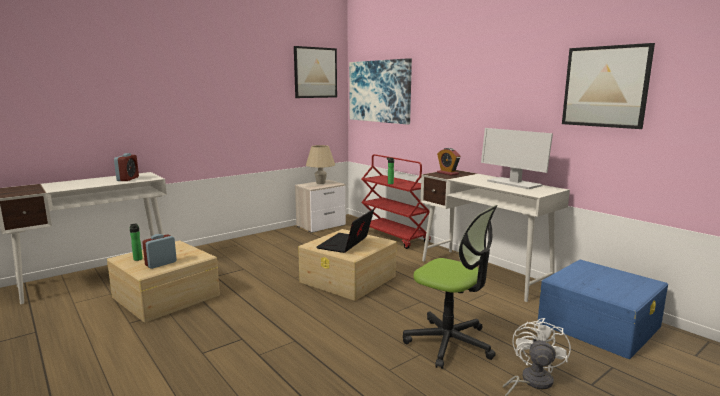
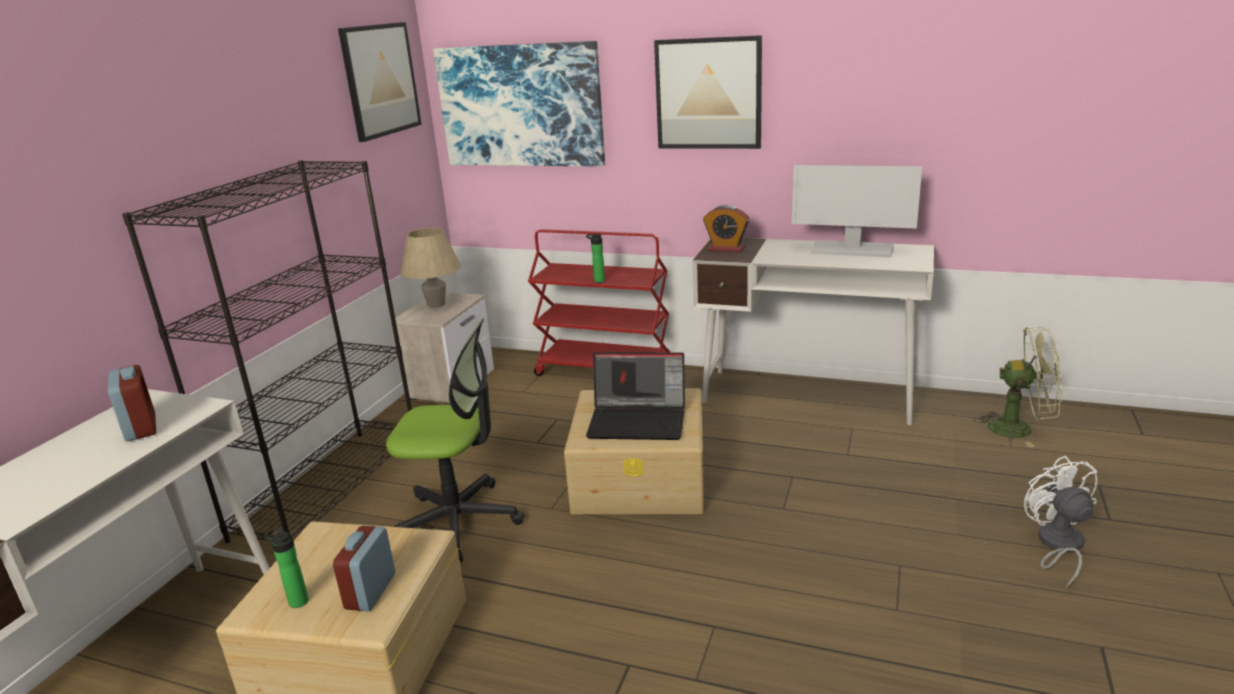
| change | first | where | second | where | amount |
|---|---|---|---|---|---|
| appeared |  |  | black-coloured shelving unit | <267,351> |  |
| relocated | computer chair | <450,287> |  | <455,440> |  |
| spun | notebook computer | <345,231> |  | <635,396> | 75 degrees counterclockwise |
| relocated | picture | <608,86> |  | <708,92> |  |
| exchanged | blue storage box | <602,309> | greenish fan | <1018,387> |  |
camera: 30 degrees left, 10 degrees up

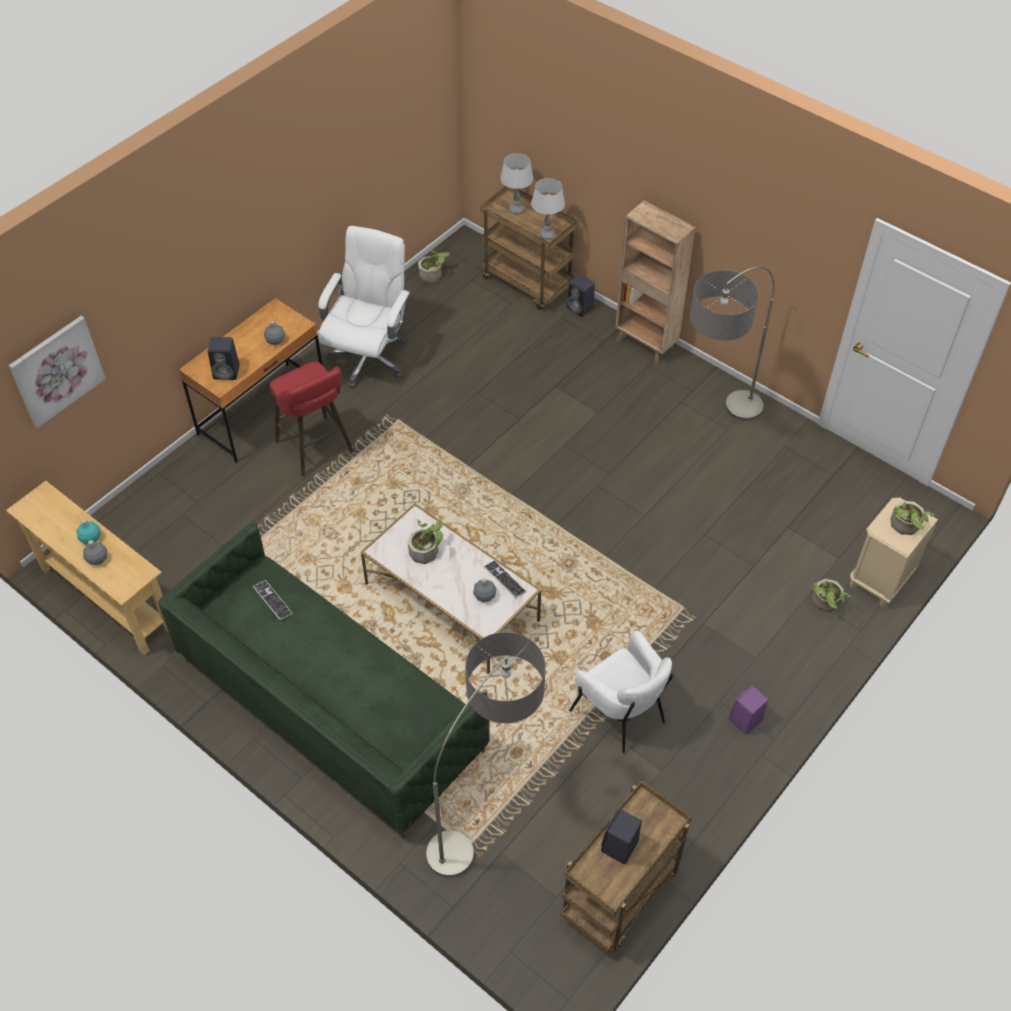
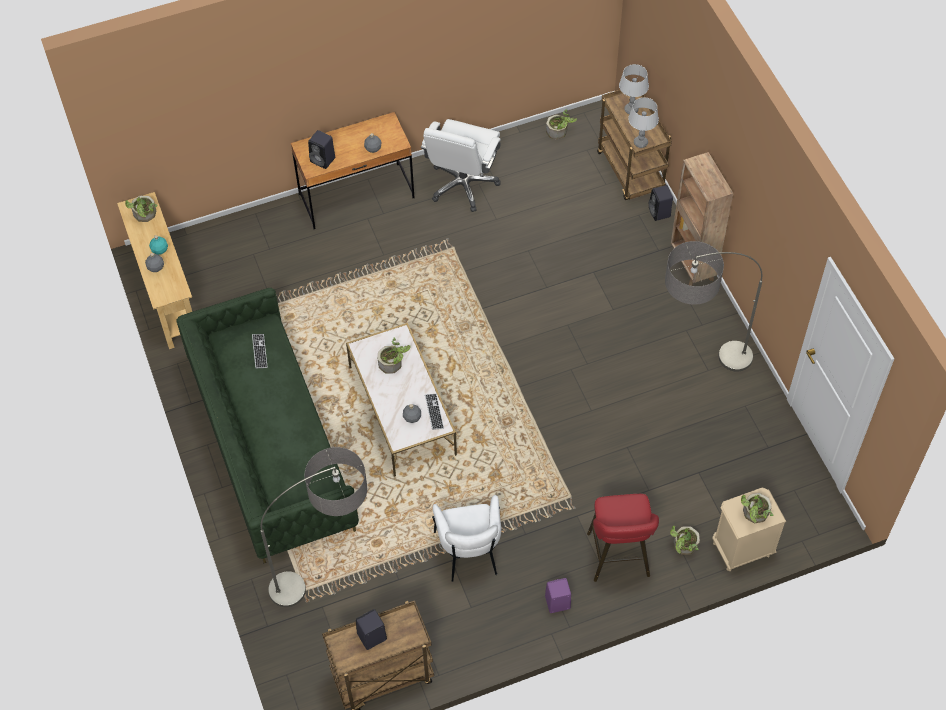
| change | first | where | second | where | amount |
|---|---|---|---|---|---|
| appeared |  |  | plant in a pot | <141,209> |  |
| spun | white-coloured computer chair | <364,307> |  | <461,165> | 150 degrees clockwise |
| relocated | red-coloured stool seat | <312,419> |  | <623,538> |  |
| missing | picture | <57,372> |  |  |  |
camera: 30 degrees right, 5 degrees up

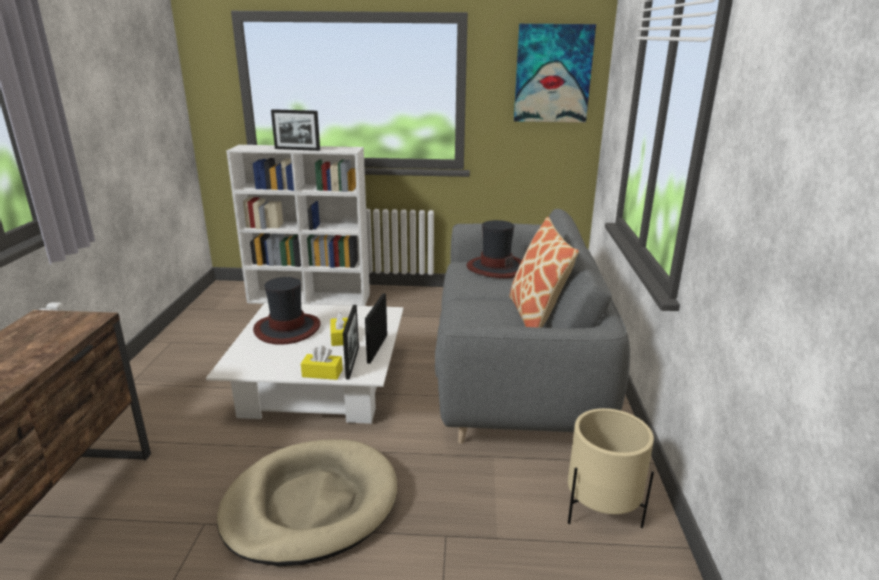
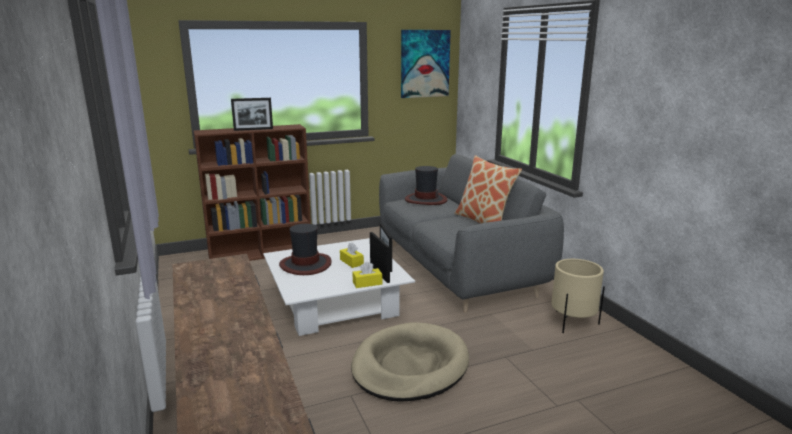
| change | first | where | second | where | amount |
|---|---|---|---|---|---|
| colour | white-coloured shelving unit | <298,225> | brown shelving unit | <252,192> |  |
camera: 25 degrees left, 5 degrees down

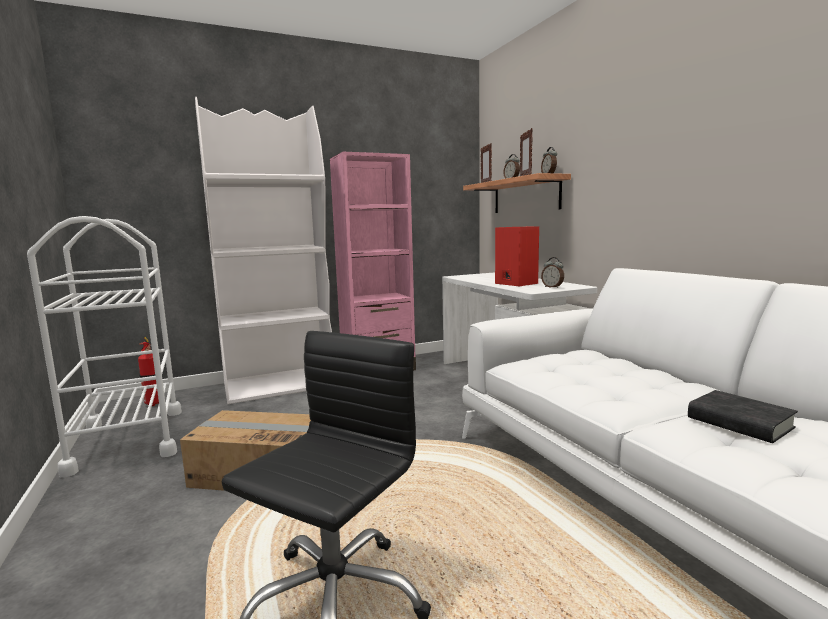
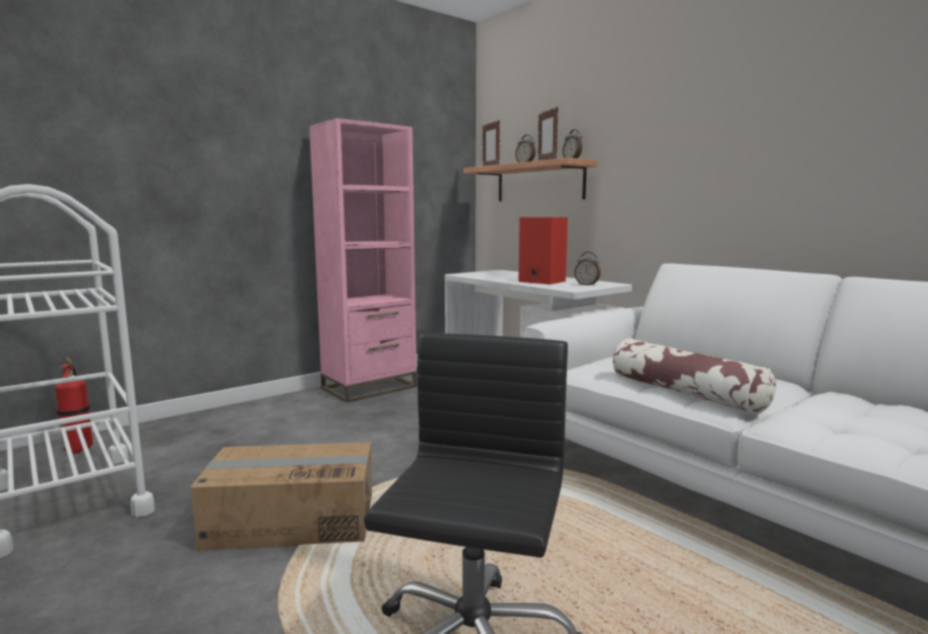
| change | first | where | second | where | amount |
|---|---|---|---|---|---|
| appeared |  |  | cushion | <694,376> |  |
| missing | white-coloured shelving unit | <263,250> |  |  |  |
| missing | black-coloured bound book | <743,416> |  |  |  |
camera: 15 degrees left, 0 degrees up

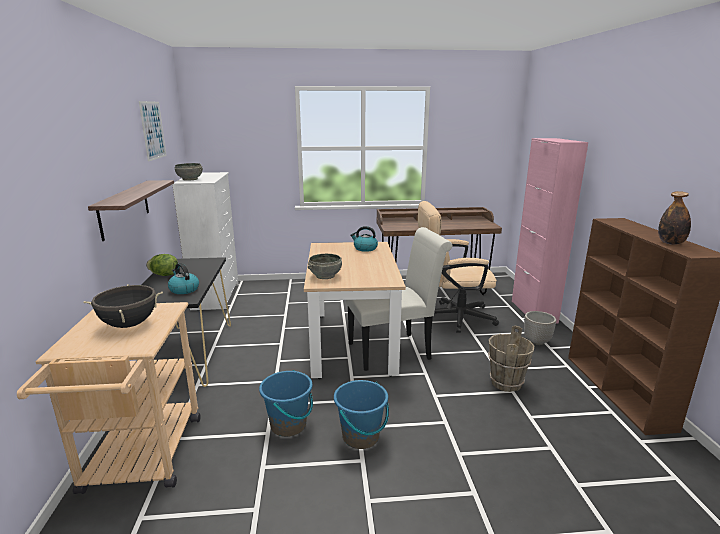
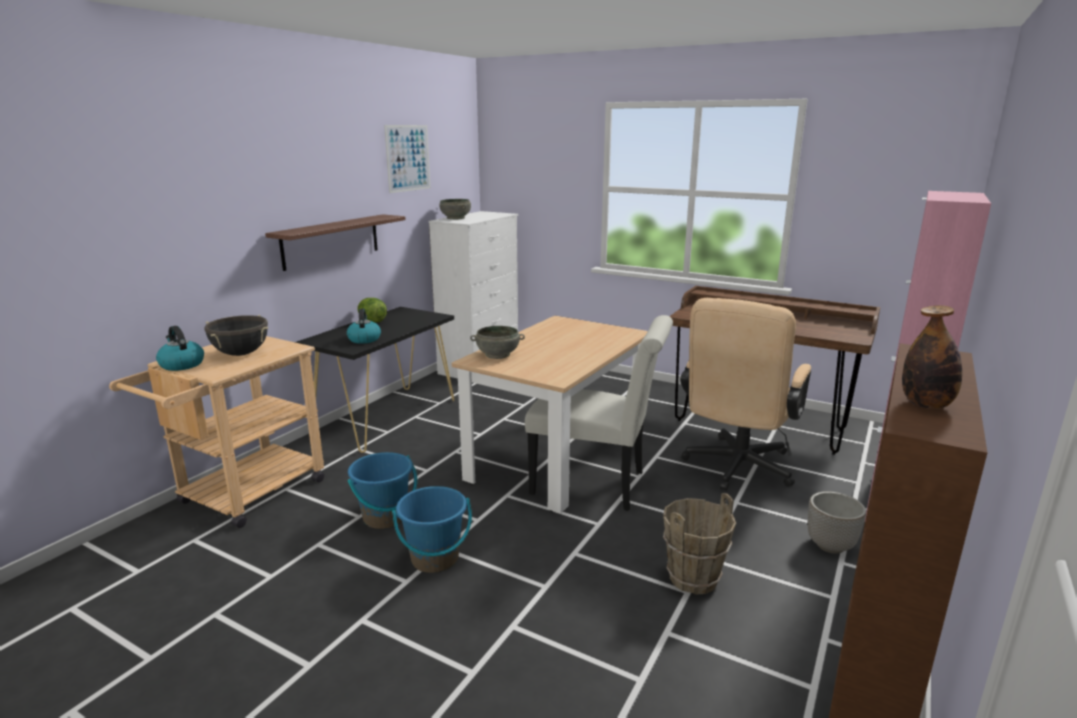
| change | first | where | second | where | amount |
|---|---|---|---|---|---|
| relocated | kettle | <364,239> |  | <180,348> |  |
| spun | beige-coloured computer chair | <458,267> |  | <745,394> | 90 degrees counterclockwise |
camera: 35 degrees right, 0 degrees up

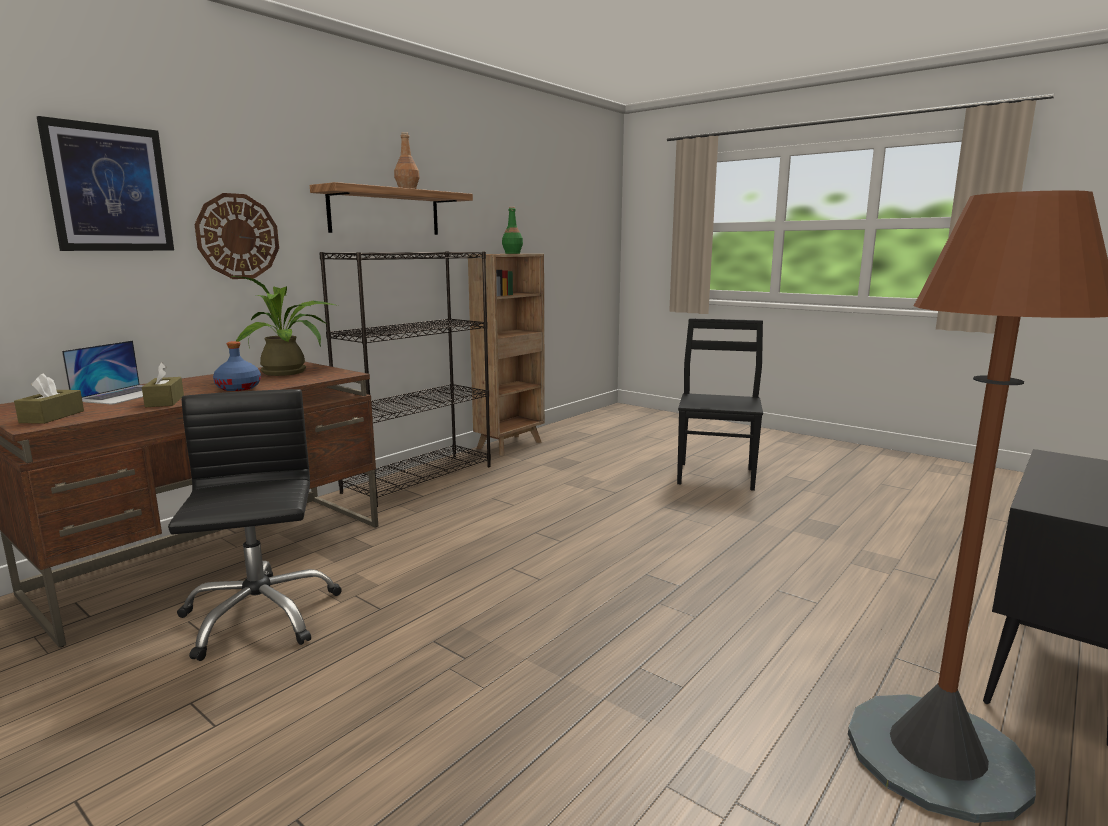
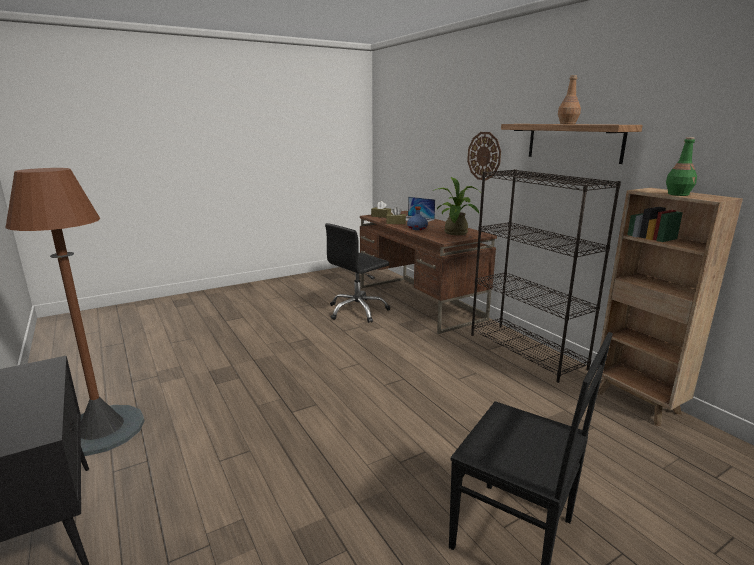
| change | first | where | second | where | amount |
|---|---|---|---|---|---|
| spun | black-coloured computer chair | <255,525> |  | <357,273> | 135 degrees clockwise |
| missing | picture | <105,183> |  |  |  |
camera: 110 degrees right, 5 degrees up

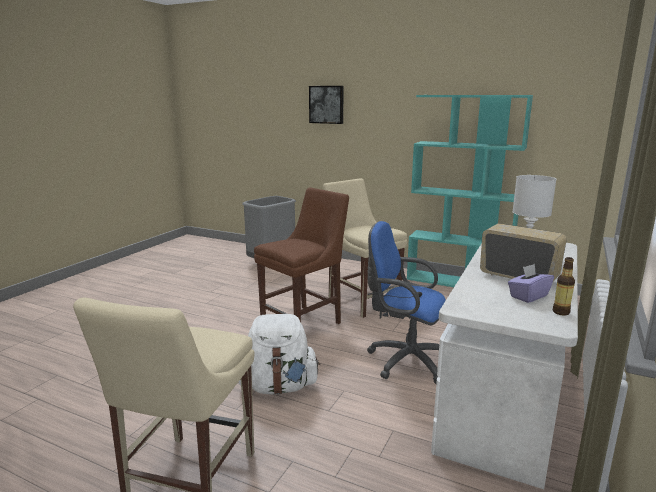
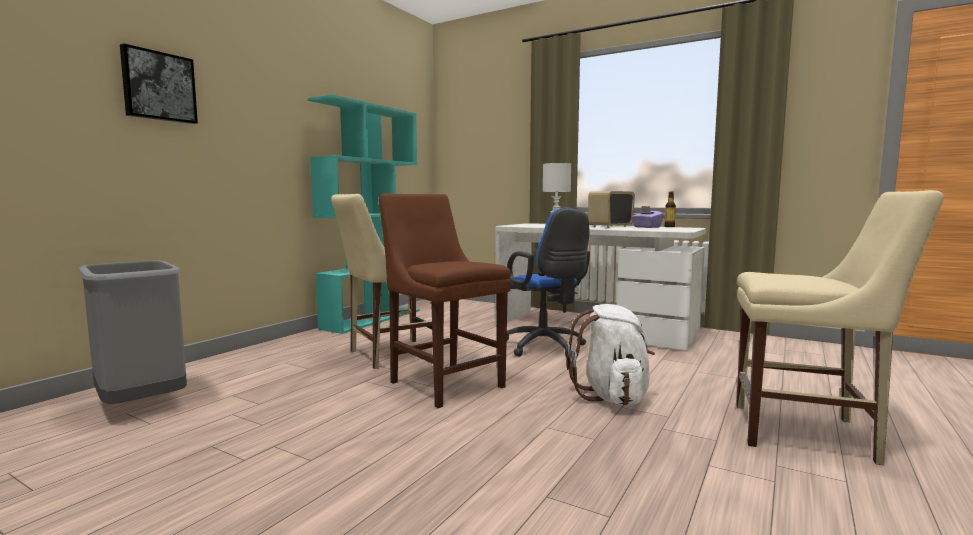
| change | first | where | second | where | amount |
|---|---|---|---|---|---|
| spun | blue computer chair | <406,302> |  | <548,282> | 60 degrees counterclockwise |
camera: 85 degrees left, 10 degrees down

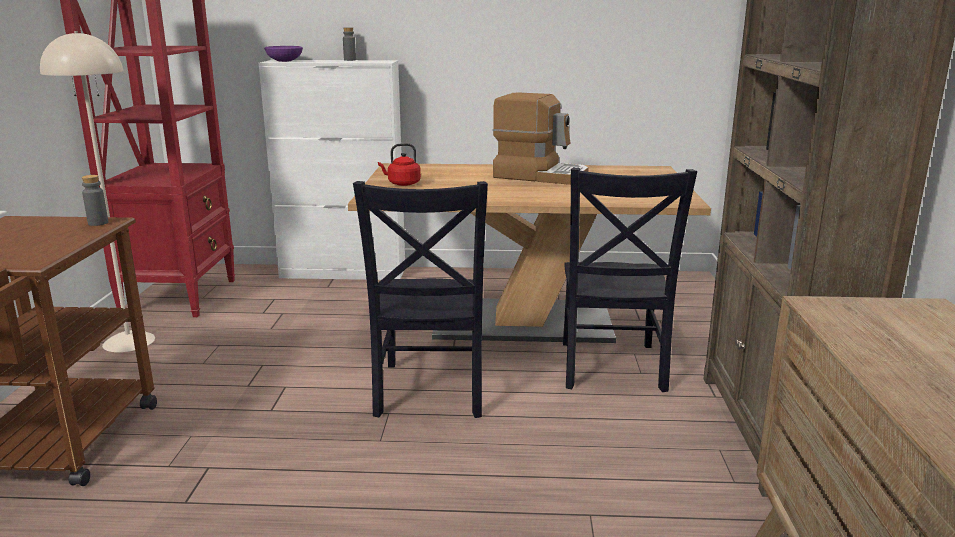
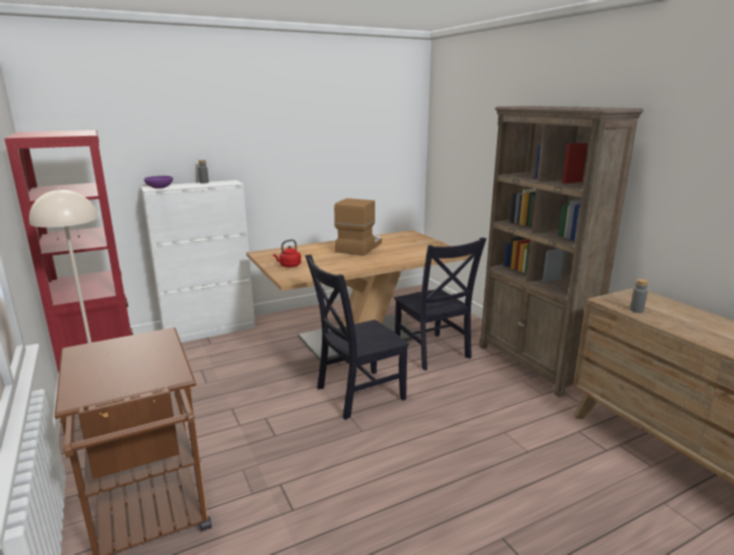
| change | first | where | second | where | amount |
|---|---|---|---|---|---|
| spun | black-coloured chair | <420,299> |  | <357,337> | 90 degrees clockwise |
| spun | coffee maker | <540,138> |  | <358,227> | 60 degrees counterclockwise |
| relocated | greyish bottle | <95,200> |  | <639,296> |  |
camera: 30 degrees left, 0 degrees up

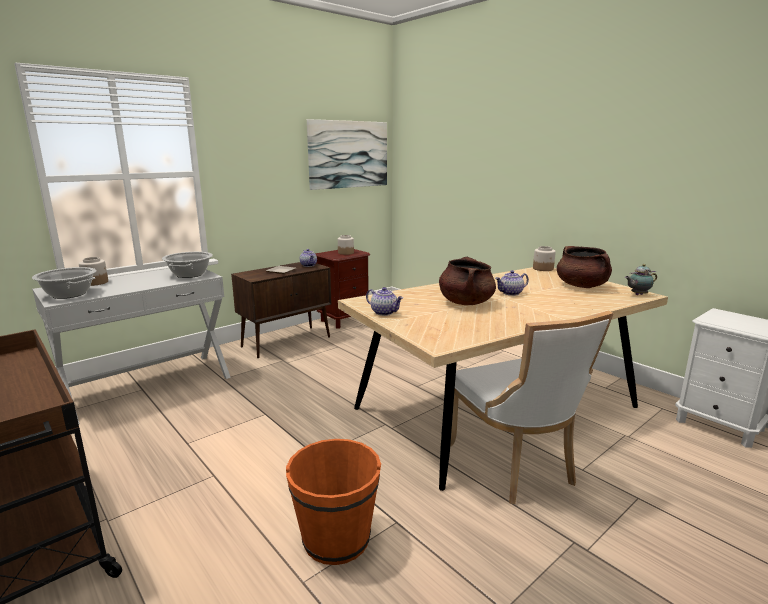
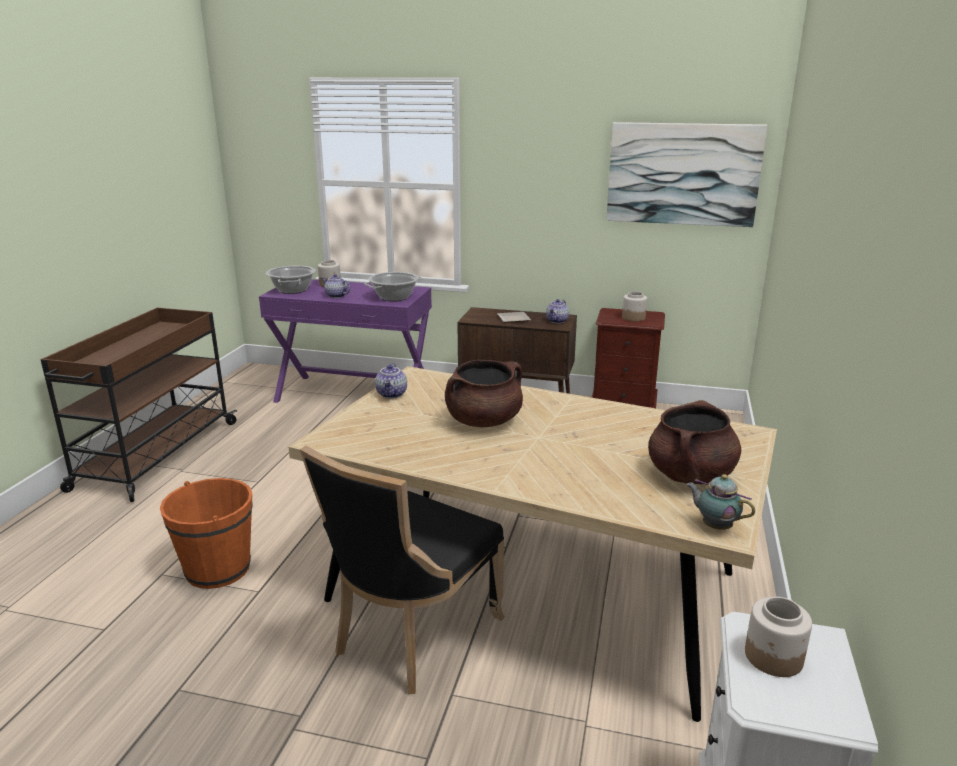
| change | first | where | second | where | amount |
|---|---|---|---|---|---|
| colour | white-coloured hall table | <131,346> | purple-coloured hall table | <345,341> |  |
| colour | white-coloured chair | <532,407> | black-coloured chair | <402,570> |  |
| relocated | teapot | <512,283> |  | <336,286> |  |
| relocated | preserve jar | <544,258> |  | <778,637> |  |
camera: 55 degrees right, 5 degrees up

